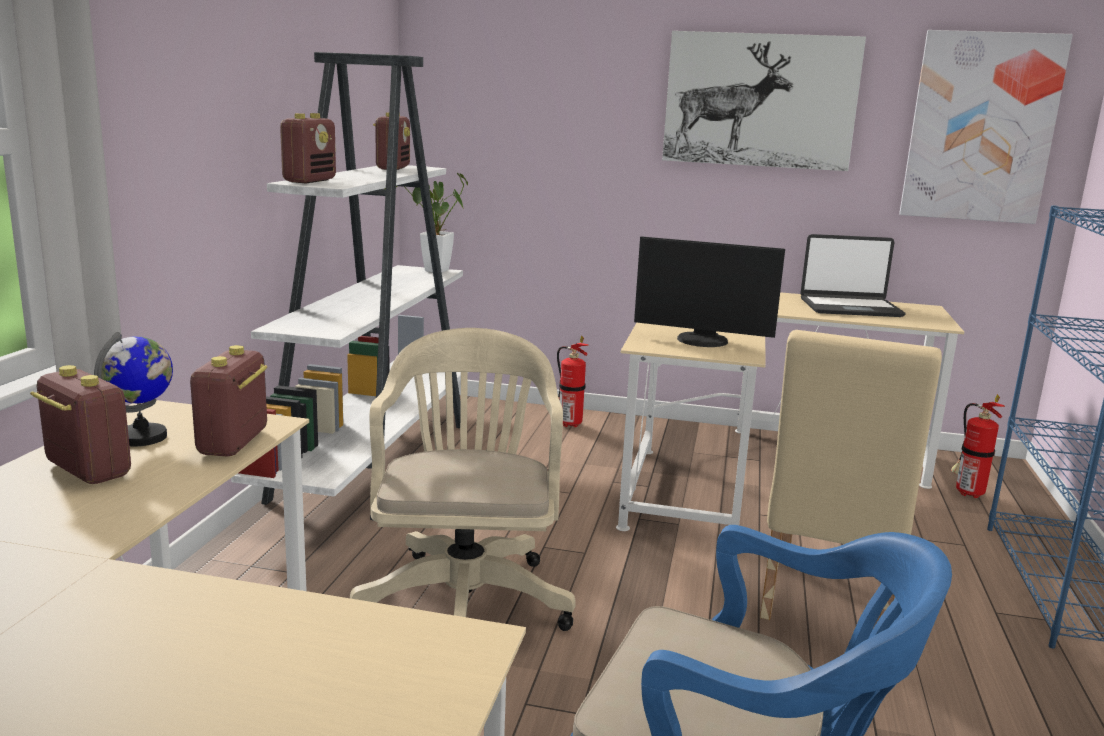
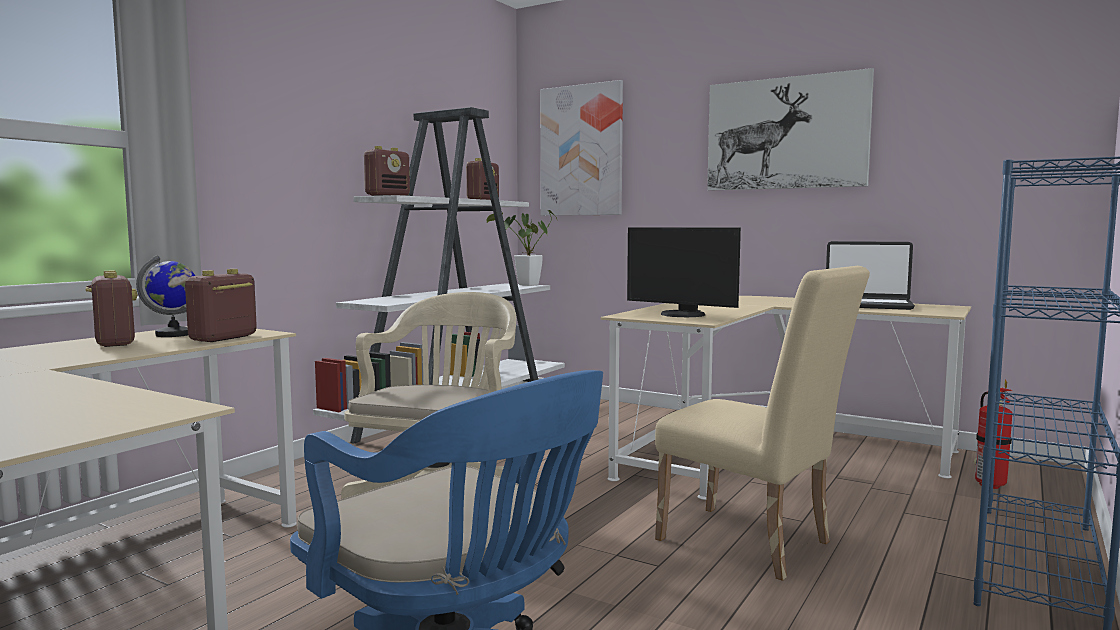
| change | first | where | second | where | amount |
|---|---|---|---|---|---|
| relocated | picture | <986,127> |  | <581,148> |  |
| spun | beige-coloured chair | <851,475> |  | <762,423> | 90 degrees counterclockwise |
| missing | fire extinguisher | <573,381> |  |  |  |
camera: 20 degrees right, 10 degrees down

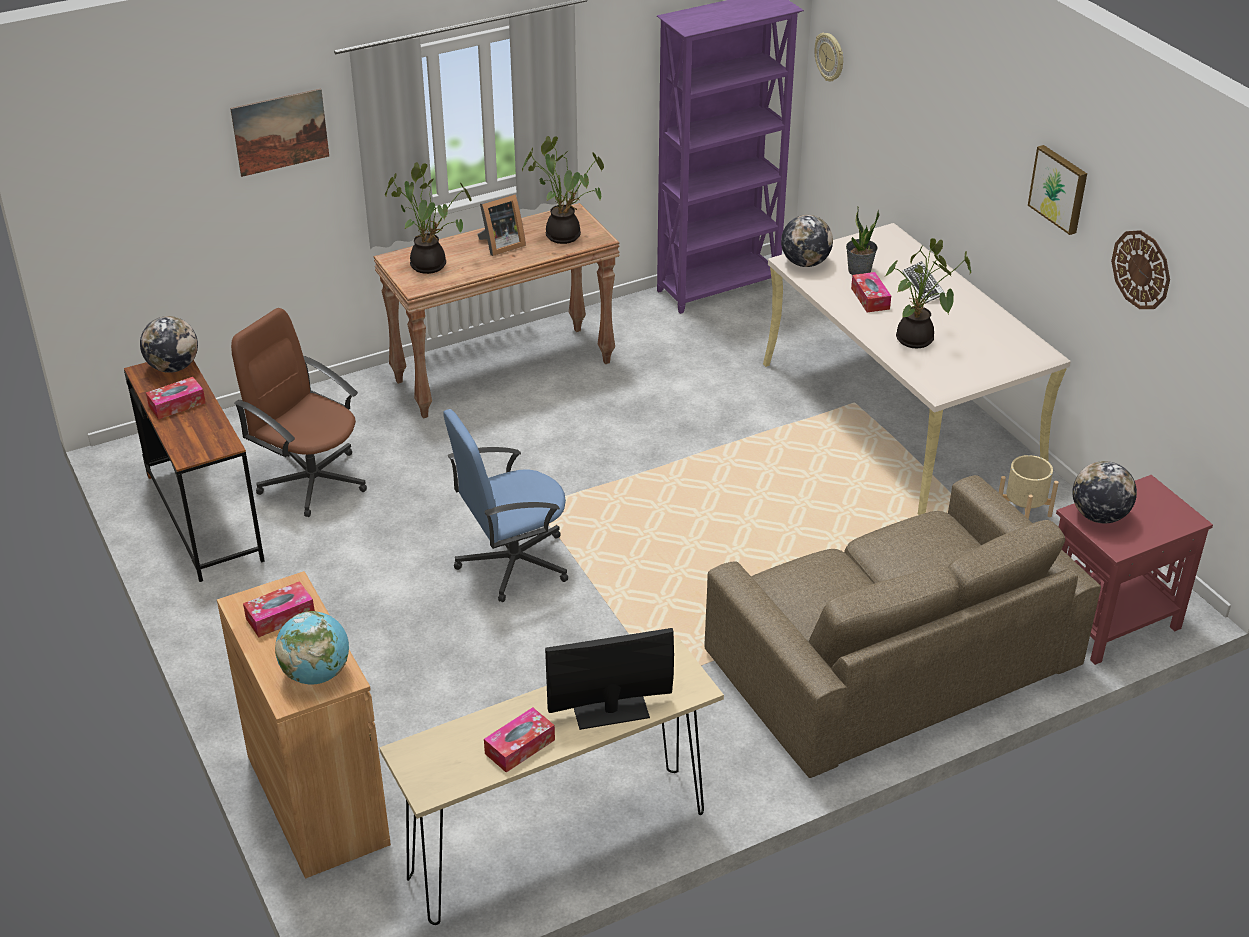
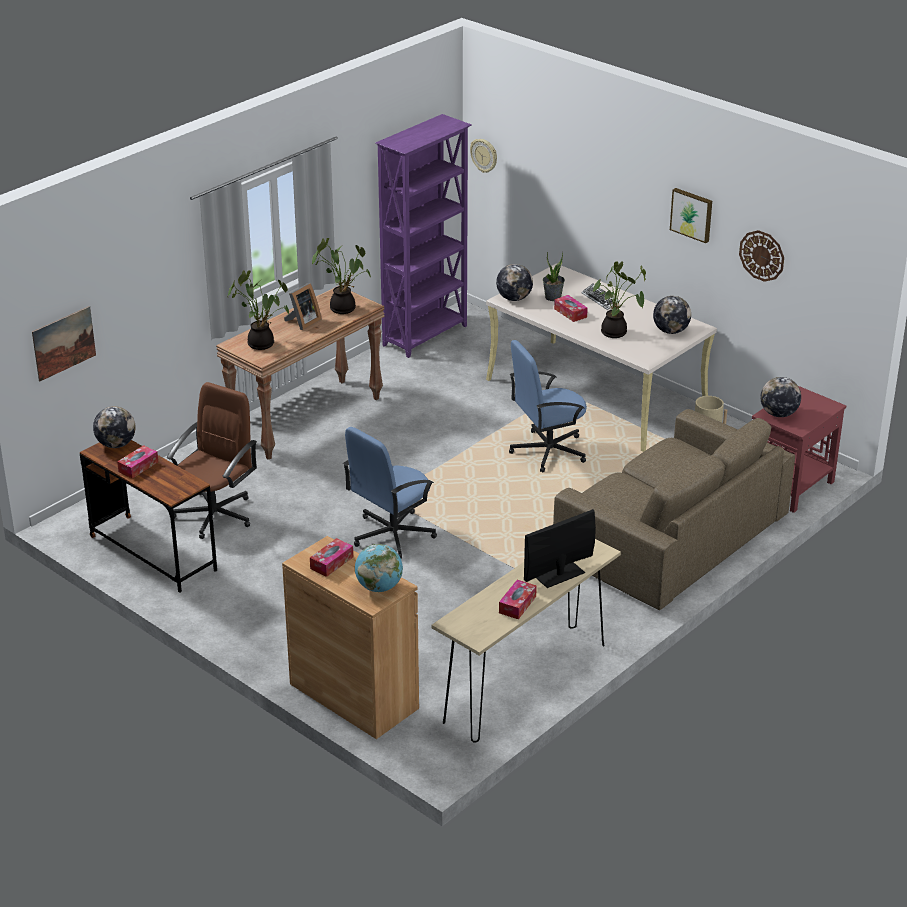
| change | first | where | second | where | amount |
|---|---|---|---|---|---|
| relocated | picture | <279,132> |  | <64,343> |  |
| spun | brown computer chair | <299,412> |  | <212,460> | 105 degrees clockwise |
| appeared |  |  | blue computer chair | <548,406> |  |
| appeared |  |  | desk globe | <672,315> |  |
camera: 20 degrees left, 5 degrees down

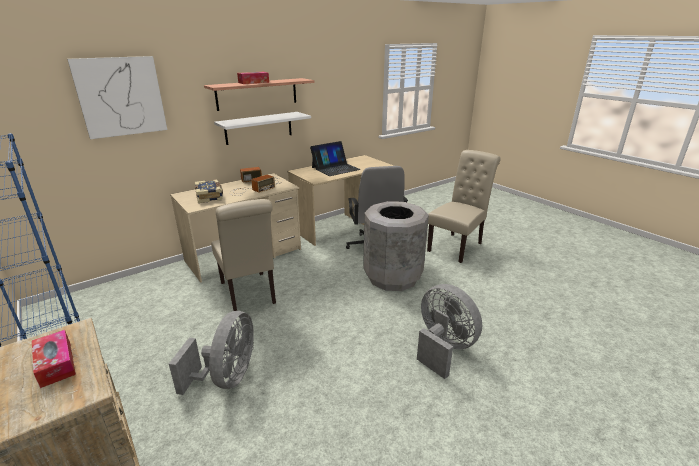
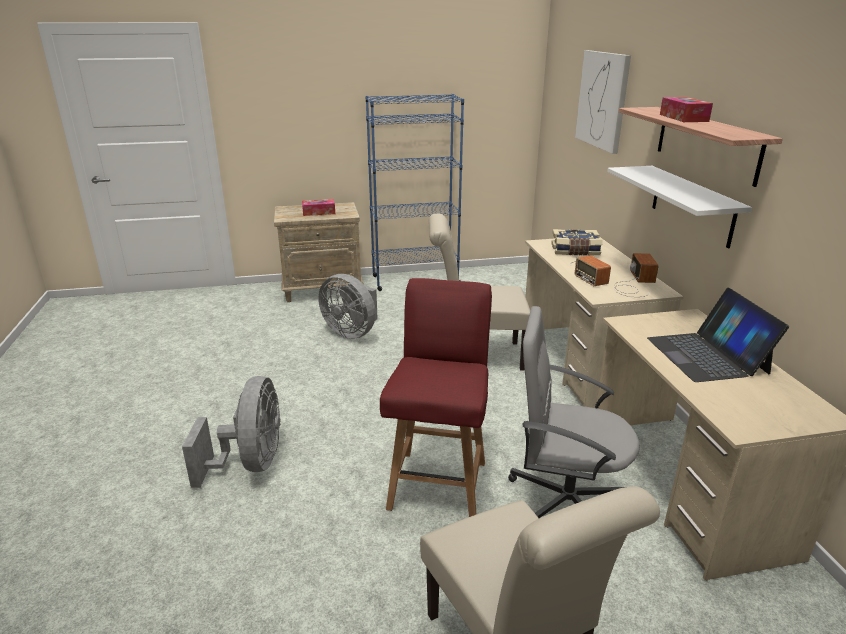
| change | first | where | second | where | amount |
|---|---|---|---|---|---|
| spun | greyish fan | <449,331> |  | <231,432> | 75 degrees counterclockwise |
| exchanged | greyish trash can | <396,246> | red-coloured chair | <436,397> |  |
camera: 115 degrees right, 0 degrees up

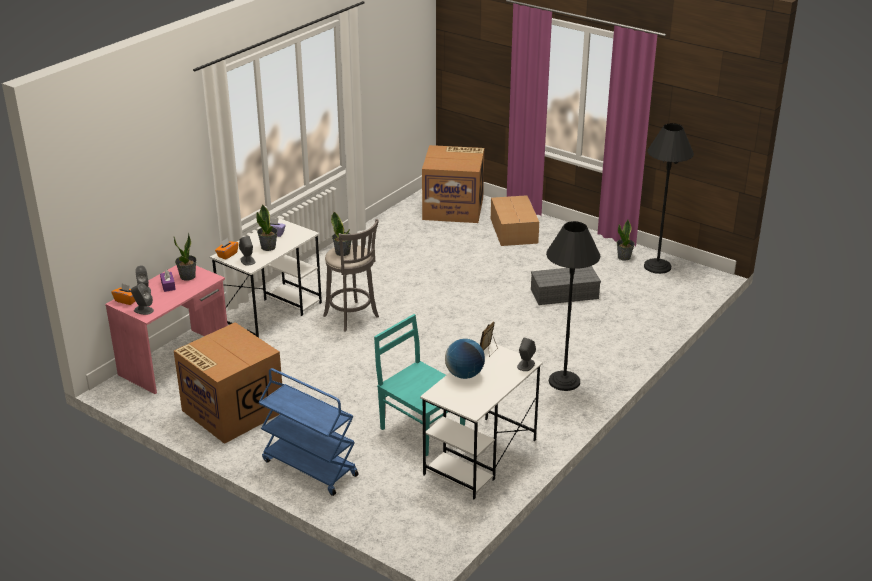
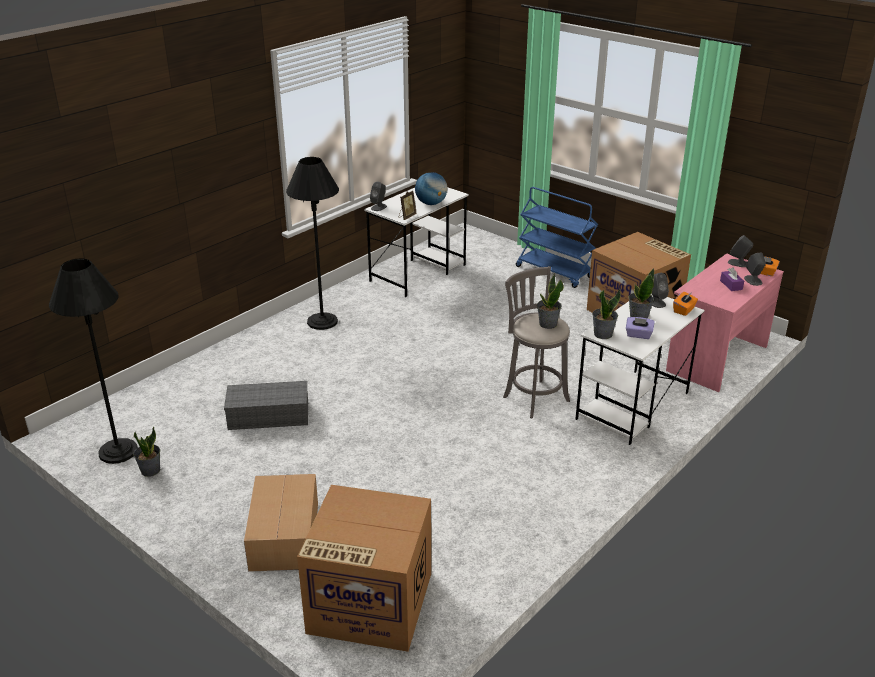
| change | first | where | second | where | amount |
|---|---|---|---|---|---|
| relocated | plant in a pot | <185,257> |  | <606,314> |  |
| missing | turquoise-coloured chair | <419,385> |  |  |  |
camera: 175 degrees left, 0 degrees up

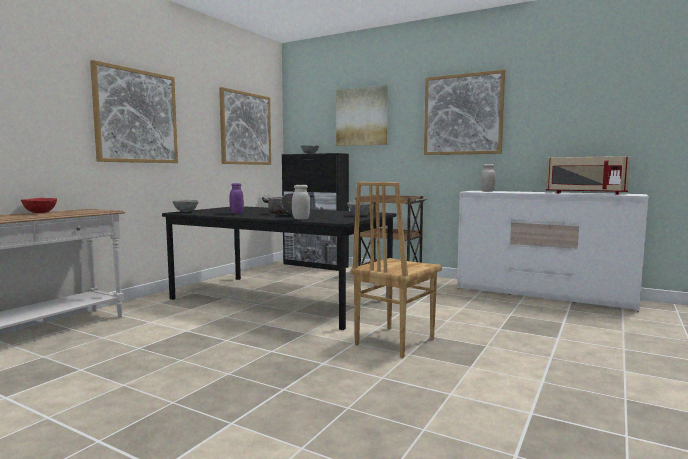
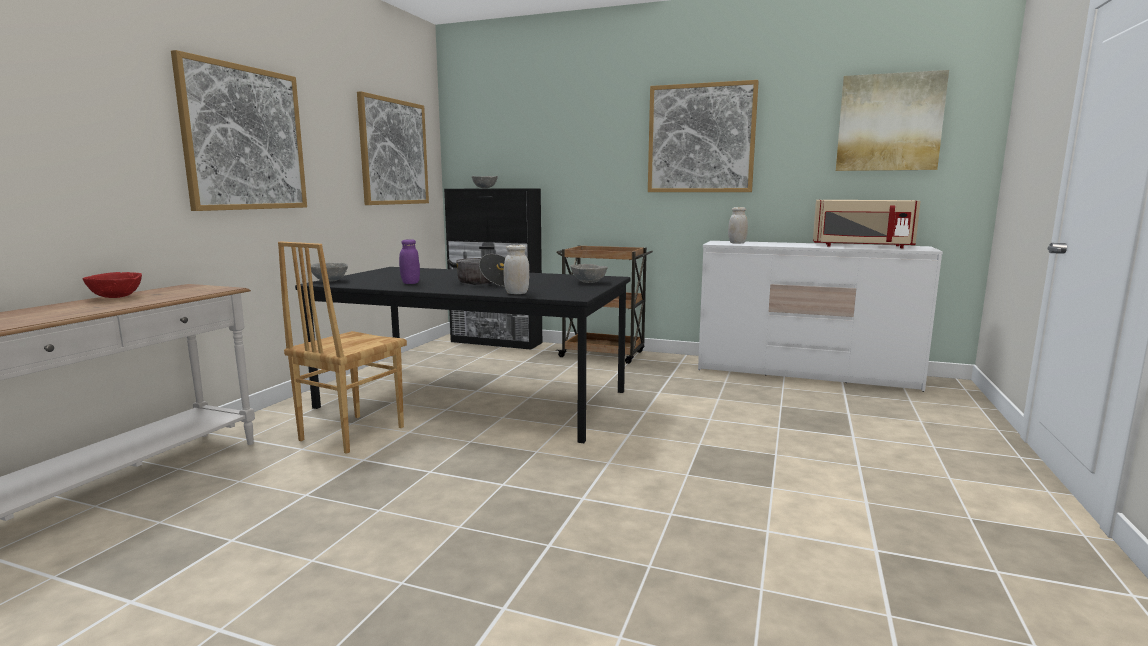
| change | first | where | second | where | amount |
|---|---|---|---|---|---|
| relocated | brown chair | <396,270> |  | <342,347> |  |
| relocated | picture | <362,115> |  | <892,120> |  |
camera: 10 degrees left, 5 degrees up

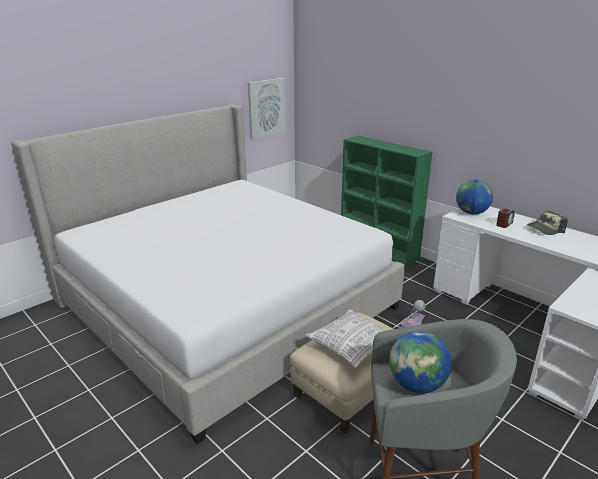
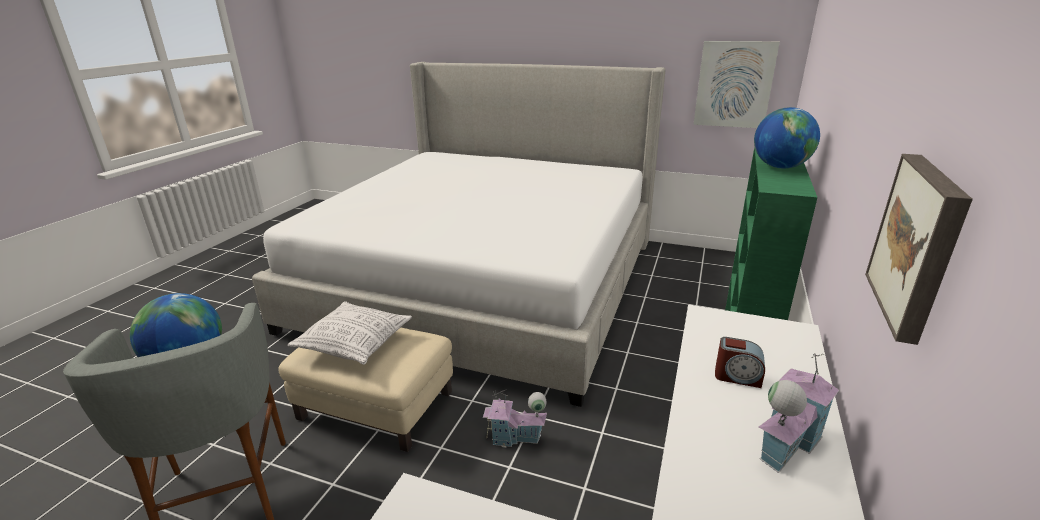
| change | first | where | second | where | amount |
|---|---|---|---|---|---|
| relocated | desk globe | <474,197> |  | <787,137> |  |
| exchanged | baseball cap | <547,223> | toy house | <799,413> |  |
| appeared |  |  | picture | <919,249> |  |
camera: 65 degrees right, 0 degrees up

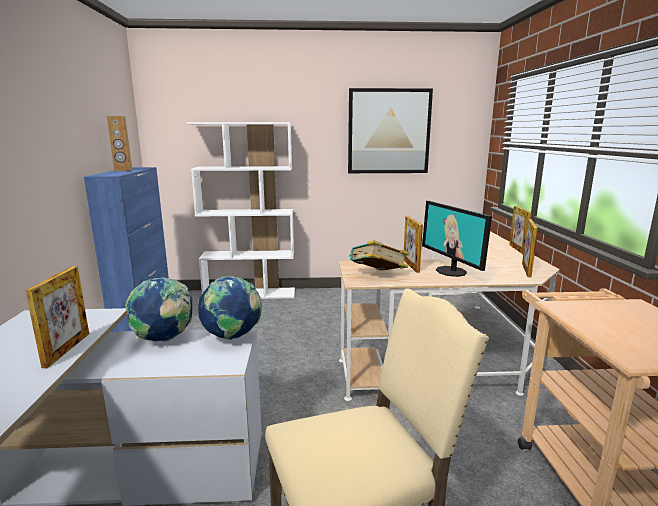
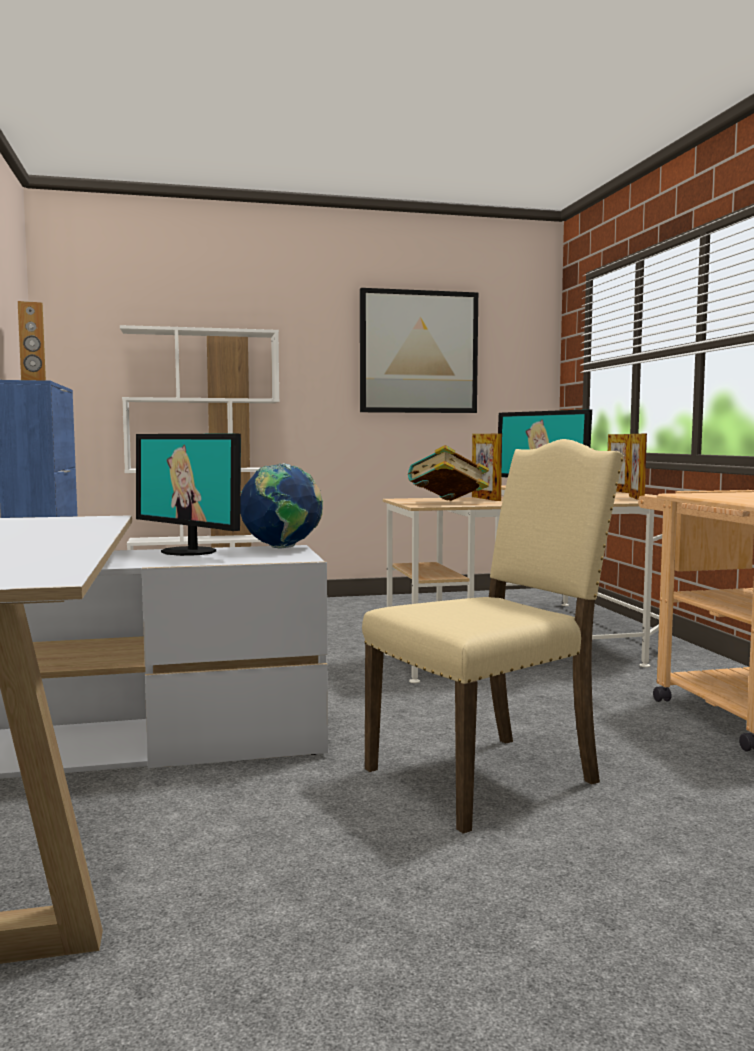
| change | first | where | second | where | amount |
|---|---|---|---|---|---|
| exchanged | desk globe | <159,309> | monitor | <188,494> |  |
| missing | photo frame | <57,317> |  |  |  |
camera: 10 degrees left, 10 degrees down

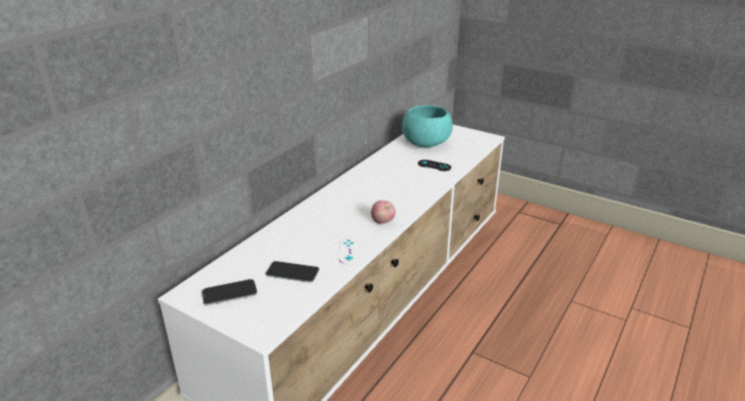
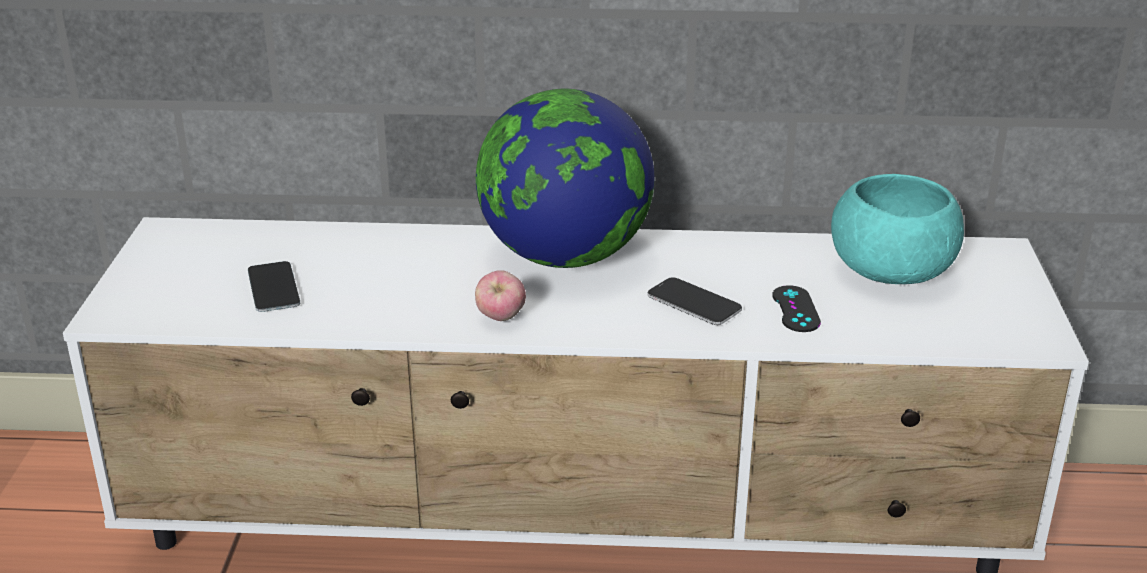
| change | first | where | second | where | amount |
|---|---|---|---|---|---|
| appeared |  |  | desk globe | <565,178> |  |
| relocated | telephone | <229,292> |  | <695,301> |  |
| missing | white-coloured game controller | <349,251> |  |  |  |
camera: 60 degrees right, 0 degrees up

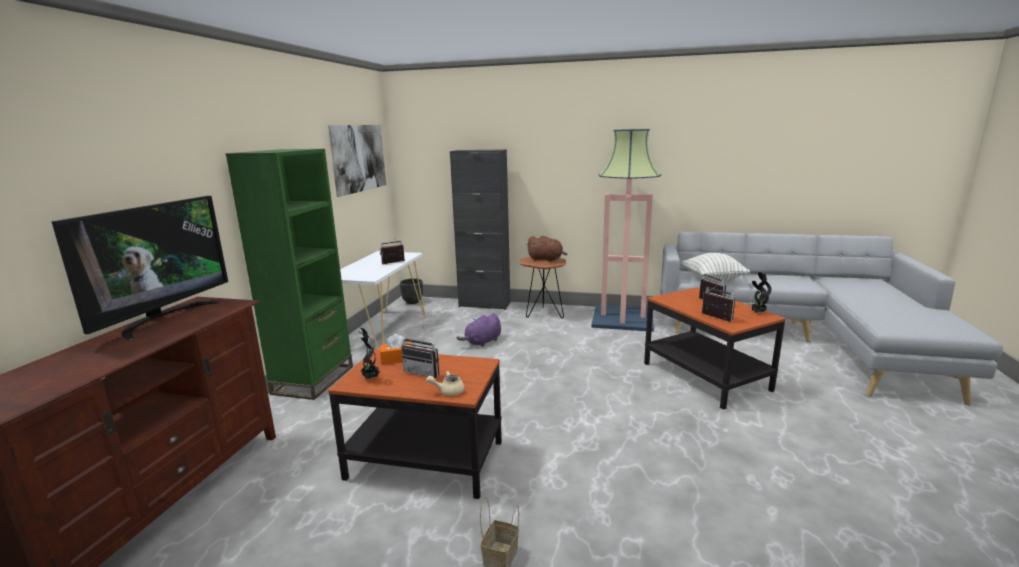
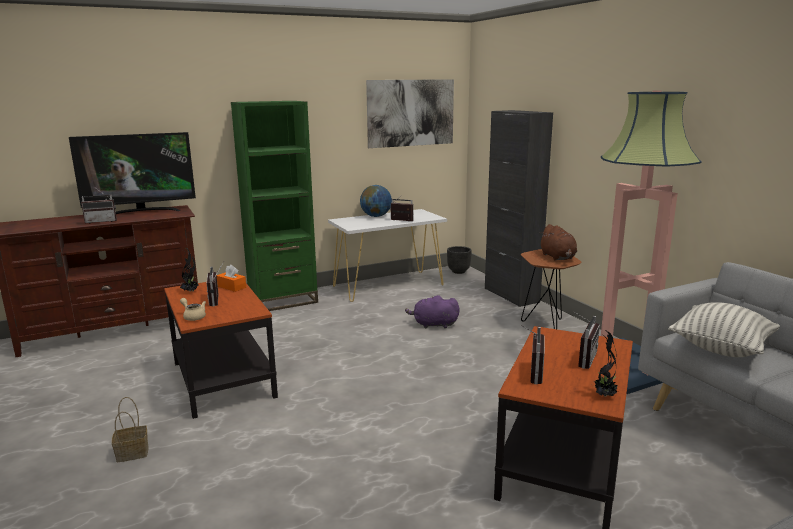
| change | first | where | second | where | amount |
|---|---|---|---|---|---|
| appeared |  |  | radio | <99,206> |  |
| appeared |  |  | desk globe | <376,201> |  |
camera: 50 degrees right, 0 degrees up

